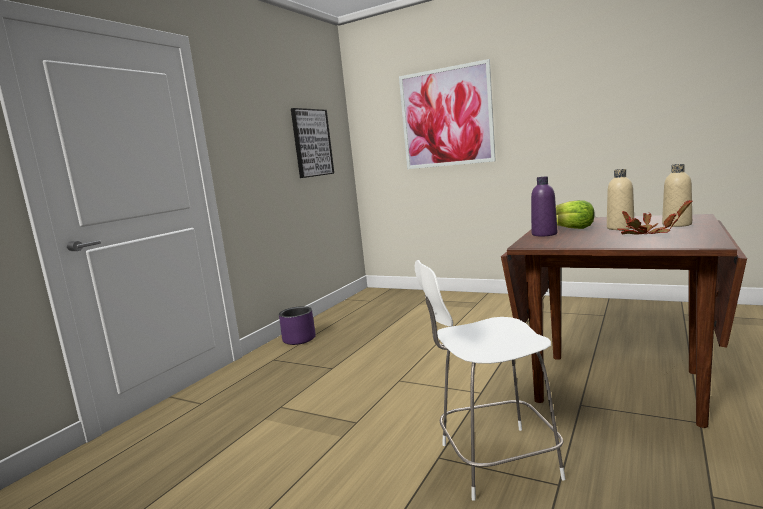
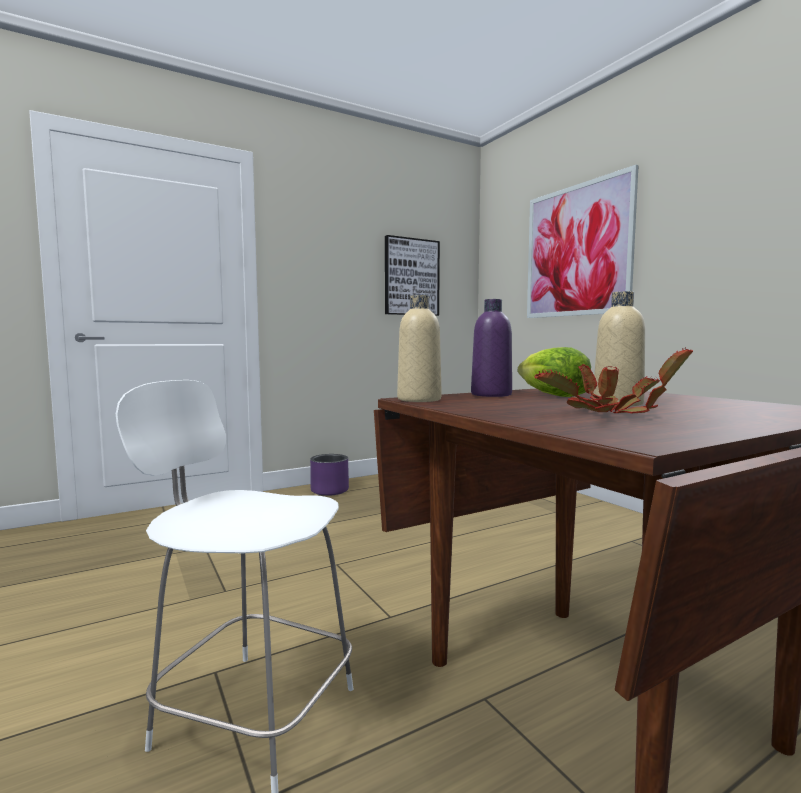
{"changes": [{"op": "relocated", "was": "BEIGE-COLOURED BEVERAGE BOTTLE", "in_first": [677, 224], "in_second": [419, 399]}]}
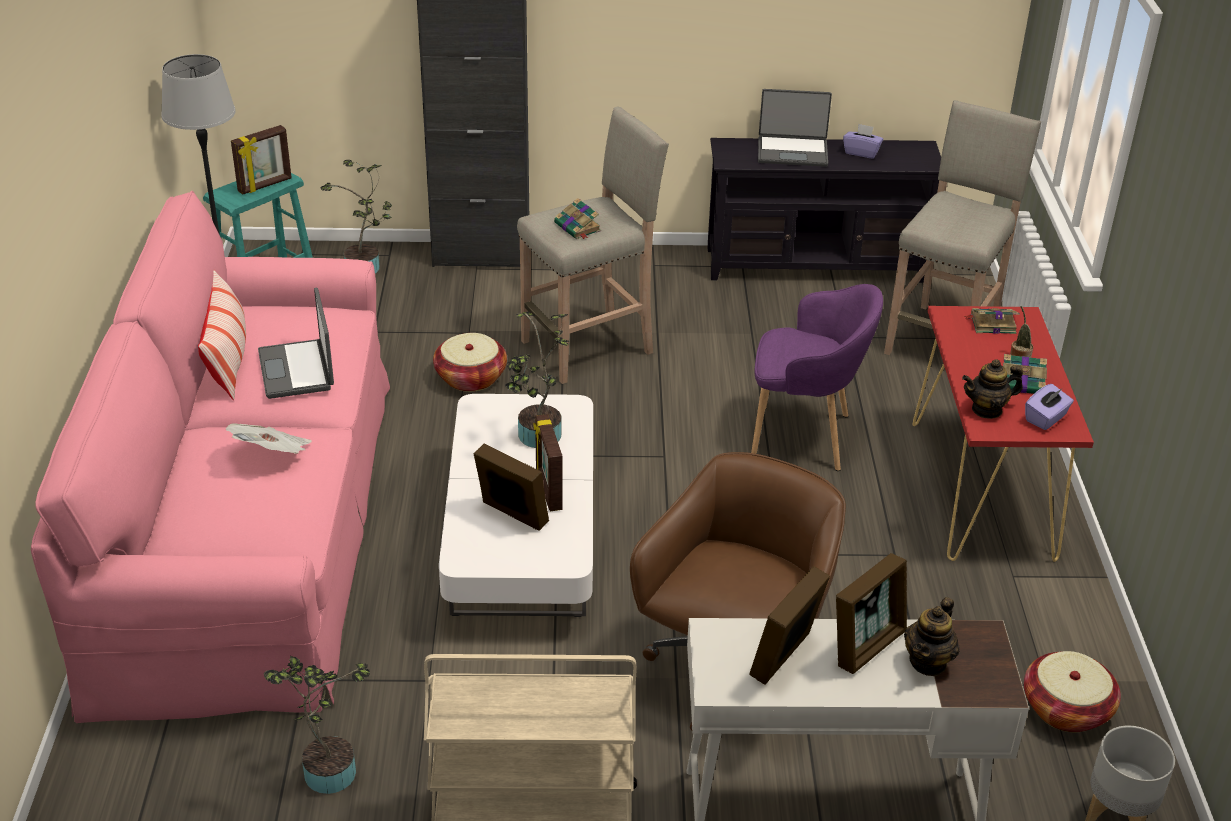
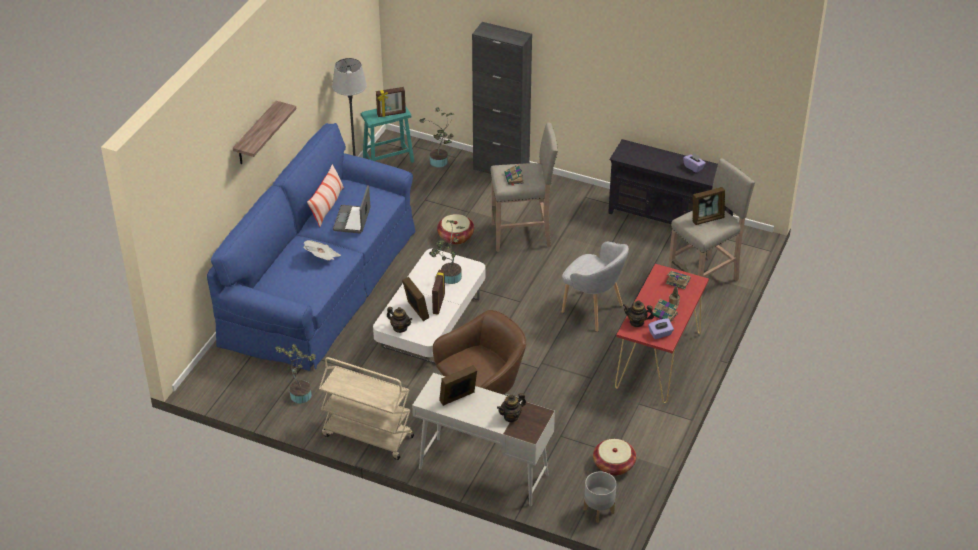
{"changes": [{"op": "missing", "was": "LAPTOP", "in_first": [792, 152]}, {"op": "appeared", "now": "WALL SHELF", "in_second": [255, 134]}, {"op": "appeared", "now": "POT FOR TEA", "in_second": [400, 328]}, {"op": "relocated", "was": "STANDING FRAME", "in_first": [867, 645], "in_second": [707, 218]}, {"op": "colour", "was": "PINK-COLOURED COUCH", "now": "BLUISH COUCH", "in_first": [251, 528], "in_second": [320, 284]}, {"op": "colour", "was": "PURPLISH EASY CHAIR", "now": "GRAY EASY CHAIR", "in_first": [805, 437], "in_second": [593, 311]}]}
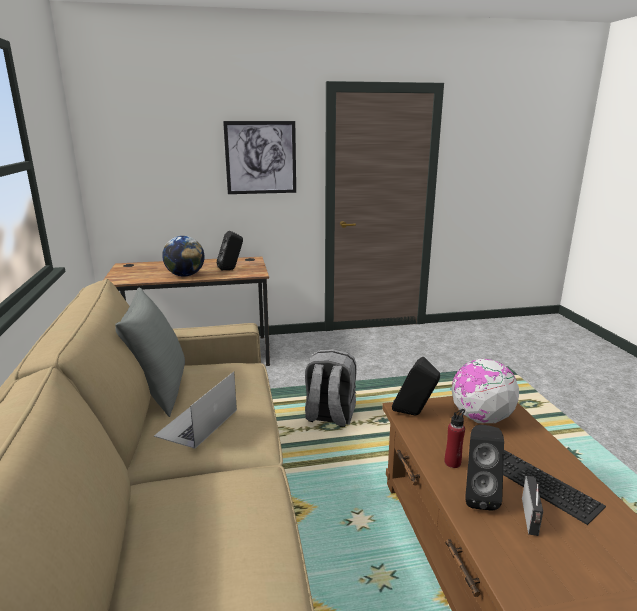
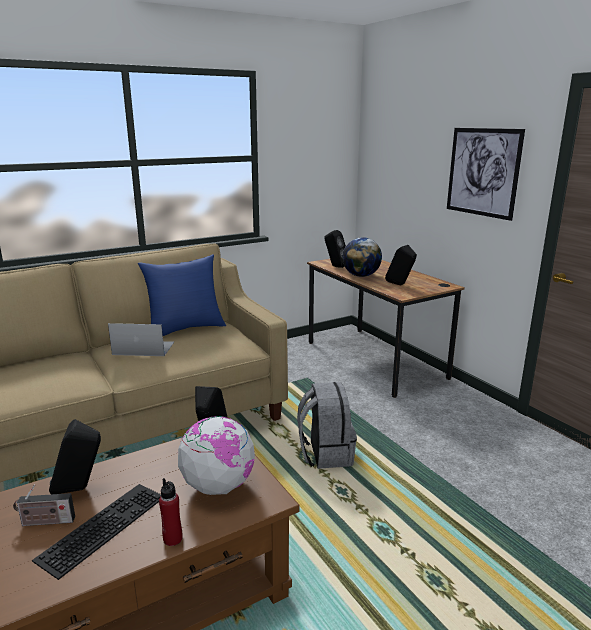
{"changes": [{"op": "appeared", "now": "BLACKISH AUDIO SPEAKER", "in_second": [335, 266]}, {"op": "relocated", "was": "REDDISH BEVERAGE BOTTLE", "in_first": [452, 462], "in_second": [173, 539]}, {"op": "colour", "was": "GRAY THROW PILLOW", "now": "BLUISH THROW PILLOW", "in_first": [159, 391], "in_second": [185, 329]}]}
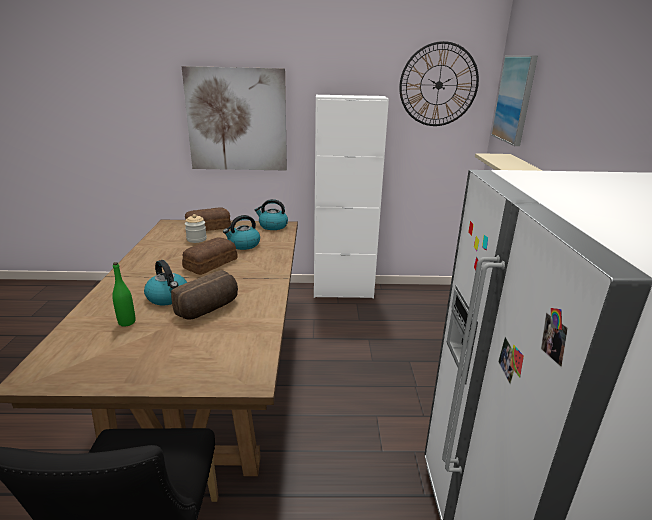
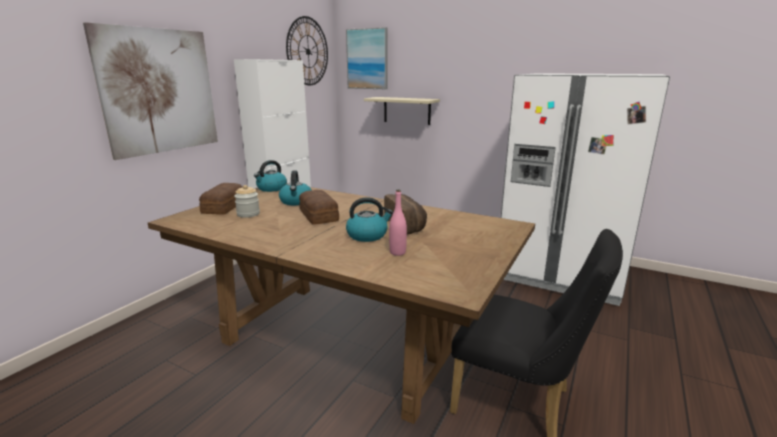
{"changes": [{"op": "colour", "was": "GREEN BEVERAGE BOTTLE", "now": "PINK-COLOURED BEVERAGE BOTTLE", "in_first": [127, 322], "in_second": [397, 252]}]}
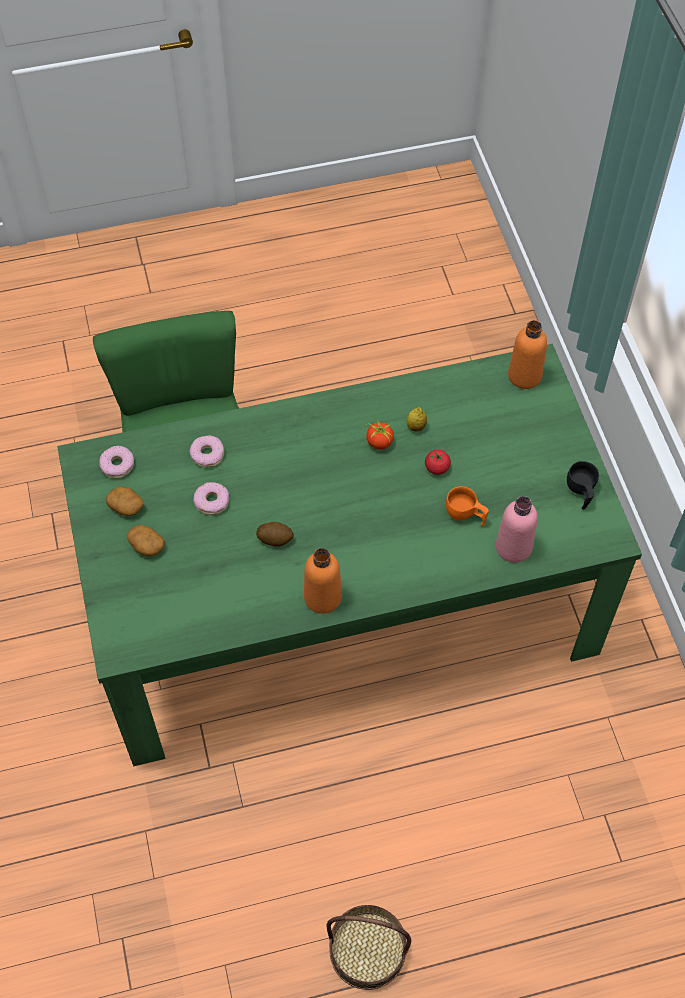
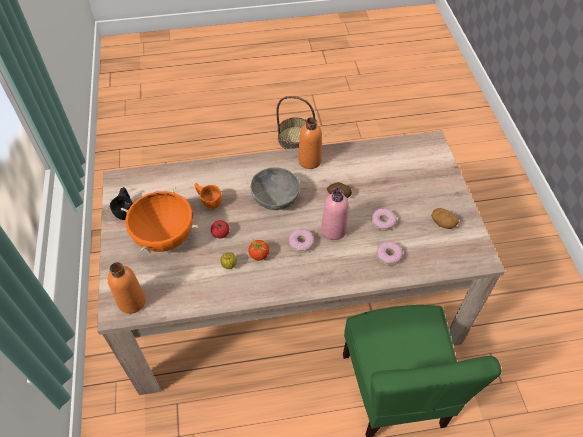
{"changes": [{"op": "missing", "was": "SPUD", "in_first": [146, 546]}, {"op": "appeared", "now": "ORANGE SAUCEPOT", "in_second": [165, 237]}, {"op": "appeared", "now": "GRAY SERVING BOWL", "in_second": [275, 198]}, {"op": "relocated", "was": "RING DOUGHNUT", "in_first": [117, 465], "in_second": [301, 243]}, {"op": "relocated", "was": "PINK-COLOURED BEVERAGE BOTTLE", "in_first": [513, 547], "in_second": [334, 230]}, {"op": "colour", "was": "GREEN KITCHEN TABLE", "now": "BEIGE-COLOURED KITCHEN TABLE", "in_first": [342, 605], "in_second": [291, 297]}]}
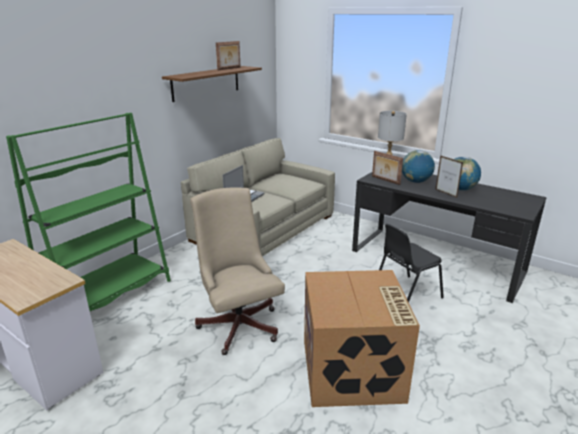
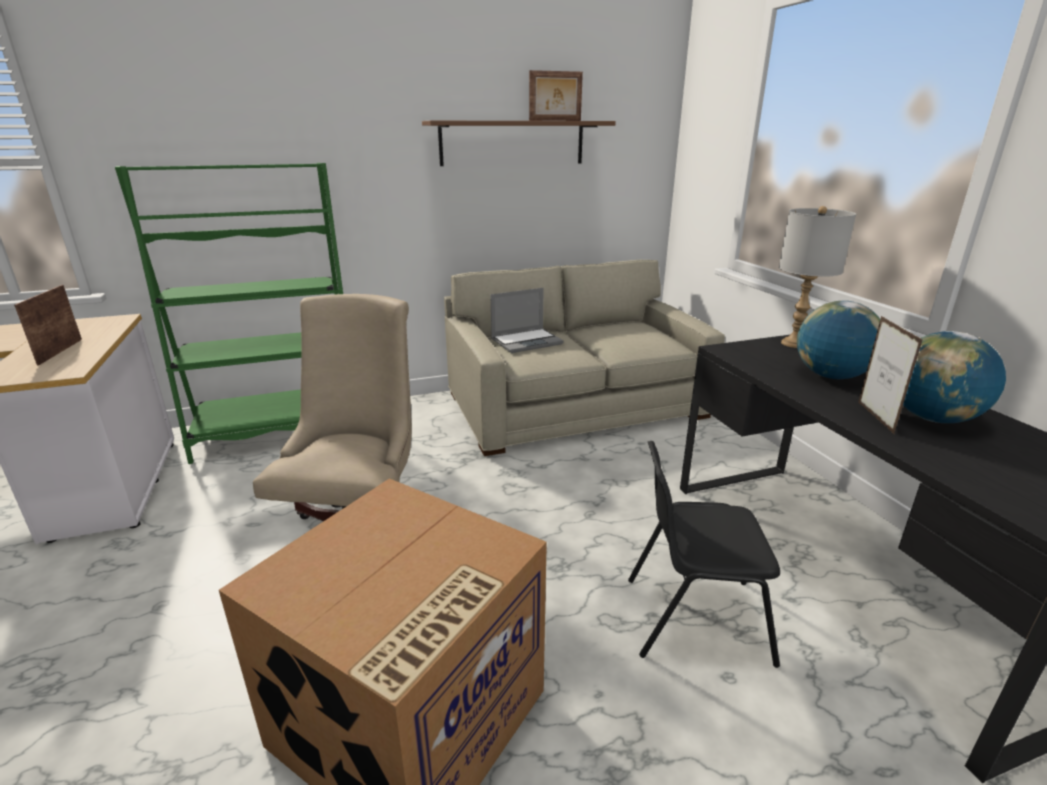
{"changes": [{"op": "relocated", "was": "STANDING FRAME", "in_first": [385, 180], "in_second": [59, 351]}]}
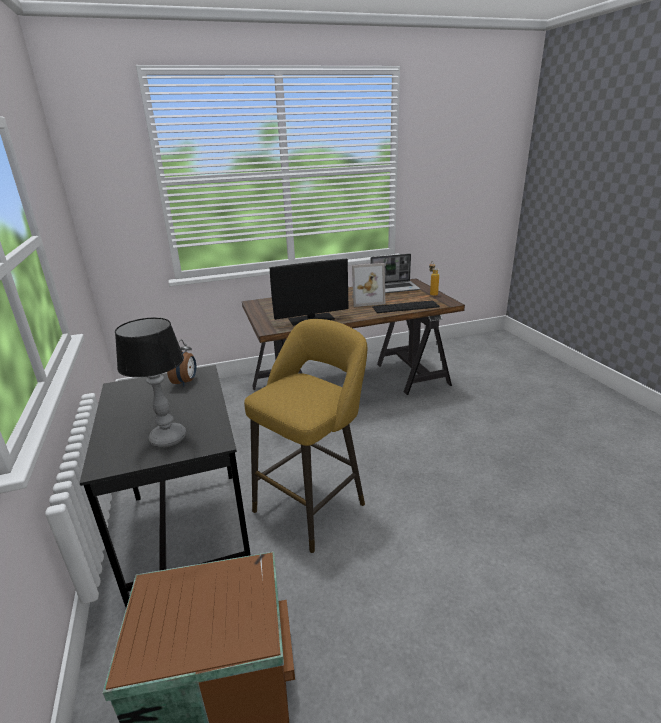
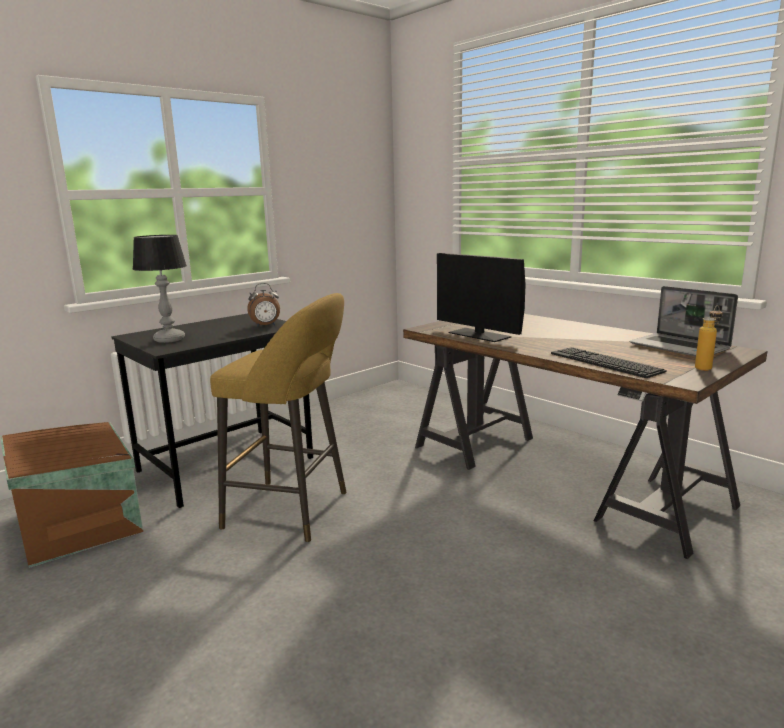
{"changes": [{"op": "missing", "was": "STANDING FRAME", "in_first": [366, 300]}]}
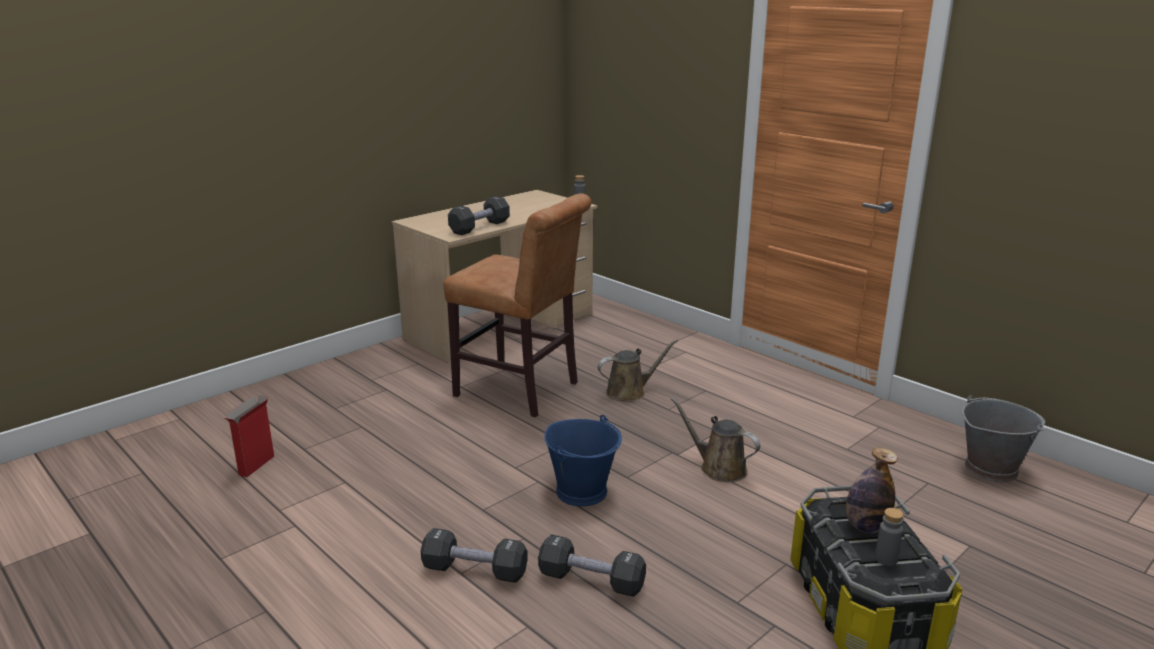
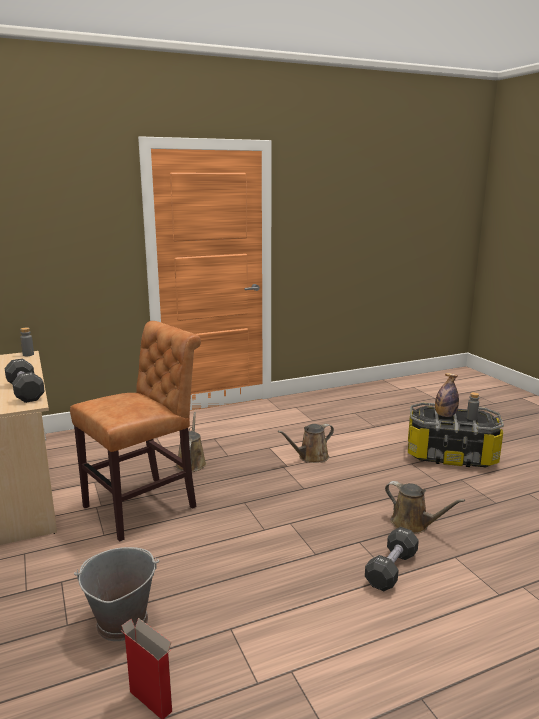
{"changes": [{"op": "missing", "was": "BLUISH BUCKET", "in_first": [582, 491]}, {"op": "relocated", "was": "GRAY BUCKET", "in_first": [990, 468], "in_second": [121, 622]}, {"op": "exchanged", "was": "BLACKISH DUMBBELL", "now": "BROWNISH WATERING CAN", "in_first": [591, 580], "in_second": [413, 524]}]}
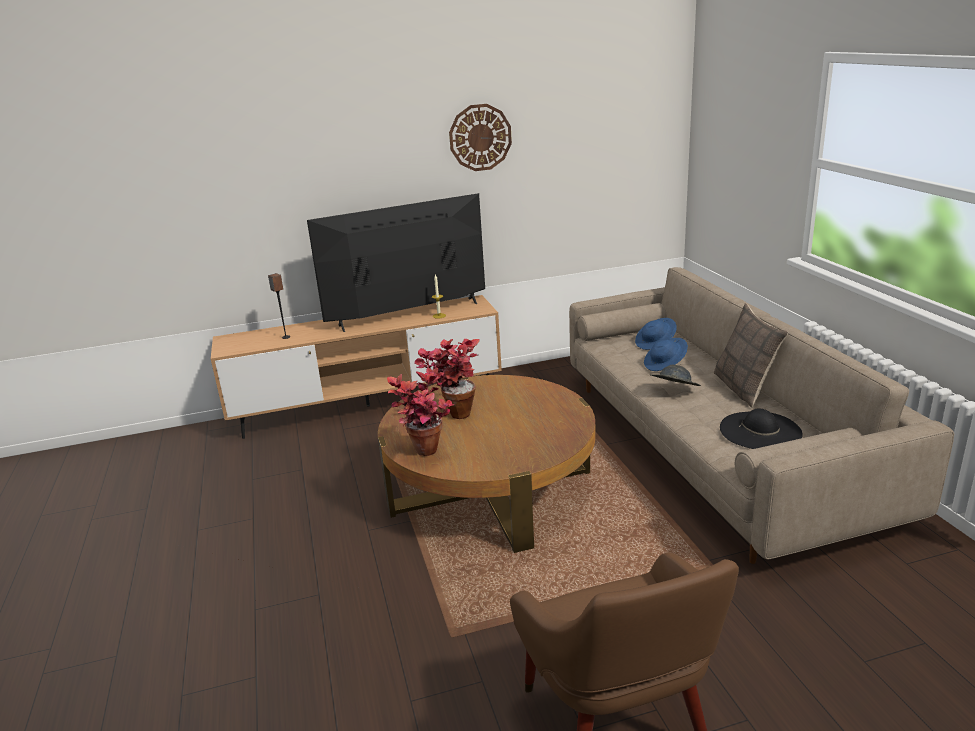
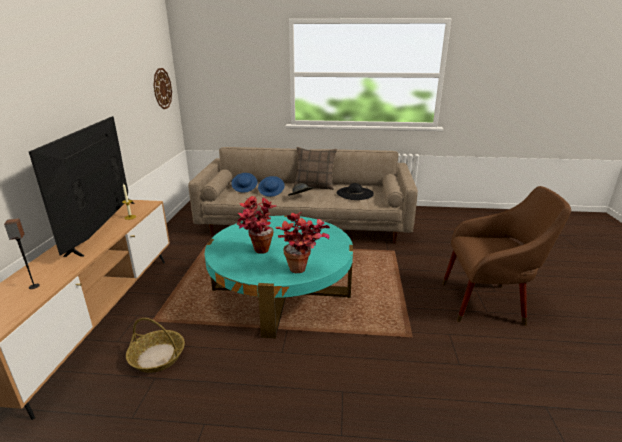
{"changes": [{"op": "appeared", "now": "HOUSEHOLD BASKET", "in_second": [157, 357]}, {"op": "relocated", "was": "CLOCK ON THE WALL", "in_first": [480, 137], "in_second": [162, 88]}, {"op": "colour", "was": "BROWNISH LOW TABLE", "now": "TURQUOISE-COLOURED LOW TABLE", "in_first": [491, 490], "in_second": [281, 291]}]}
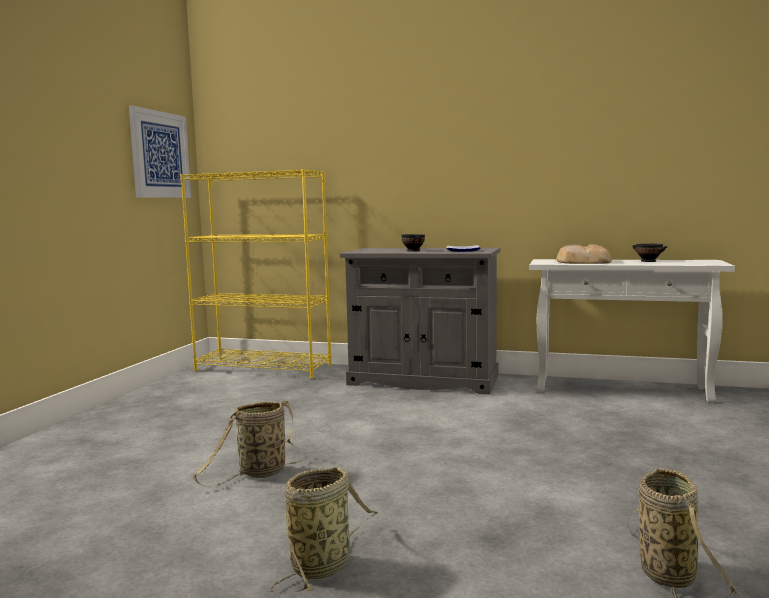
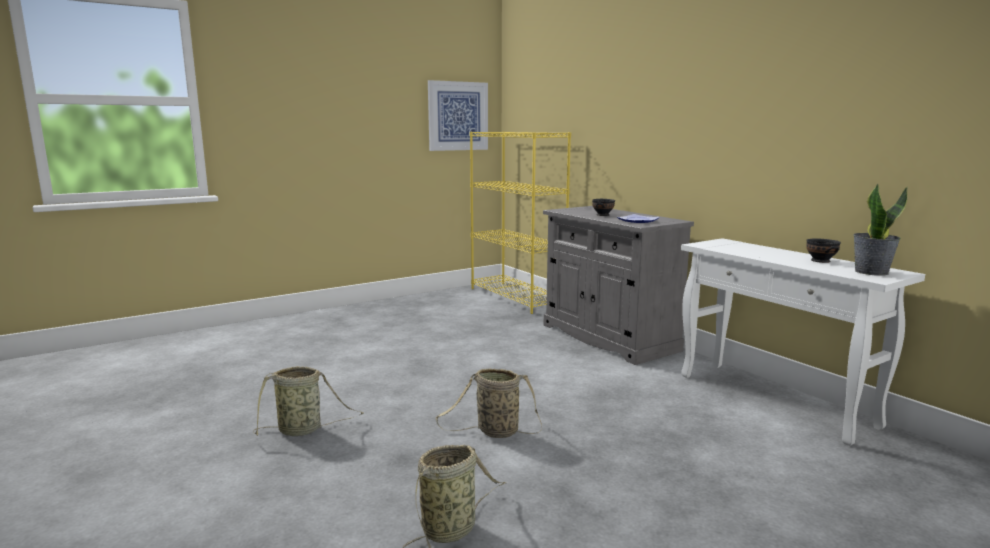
{"changes": [{"op": "missing", "was": "BREAD", "in_first": [582, 261]}, {"op": "appeared", "now": "HOUSEPLANT", "in_second": [870, 272]}, {"op": "relocated", "was": "HOUSEHOLD BASKET", "in_first": [259, 473], "in_second": [494, 432]}]}
